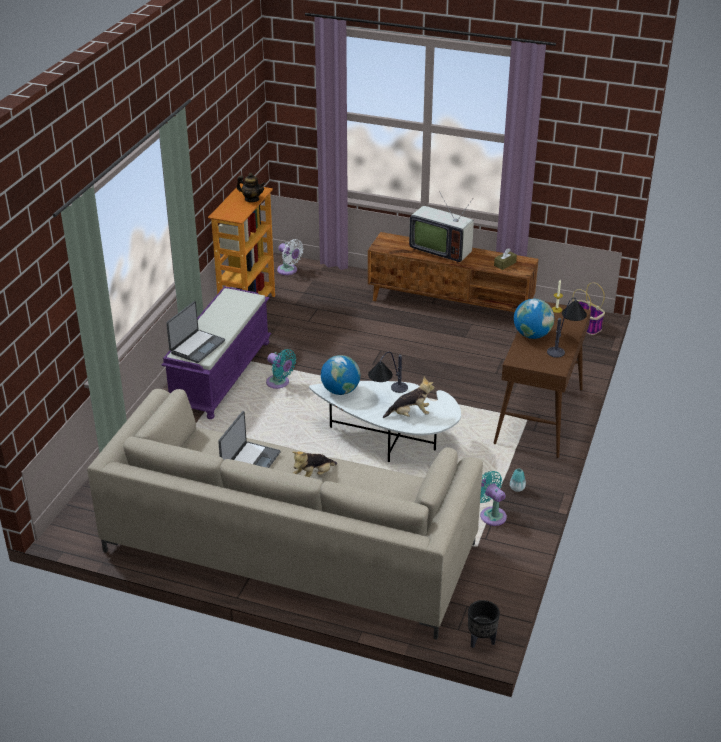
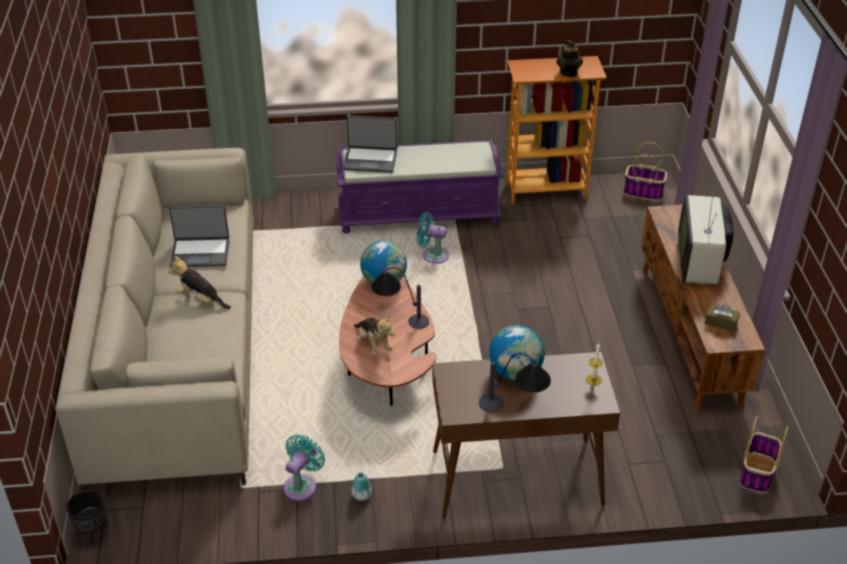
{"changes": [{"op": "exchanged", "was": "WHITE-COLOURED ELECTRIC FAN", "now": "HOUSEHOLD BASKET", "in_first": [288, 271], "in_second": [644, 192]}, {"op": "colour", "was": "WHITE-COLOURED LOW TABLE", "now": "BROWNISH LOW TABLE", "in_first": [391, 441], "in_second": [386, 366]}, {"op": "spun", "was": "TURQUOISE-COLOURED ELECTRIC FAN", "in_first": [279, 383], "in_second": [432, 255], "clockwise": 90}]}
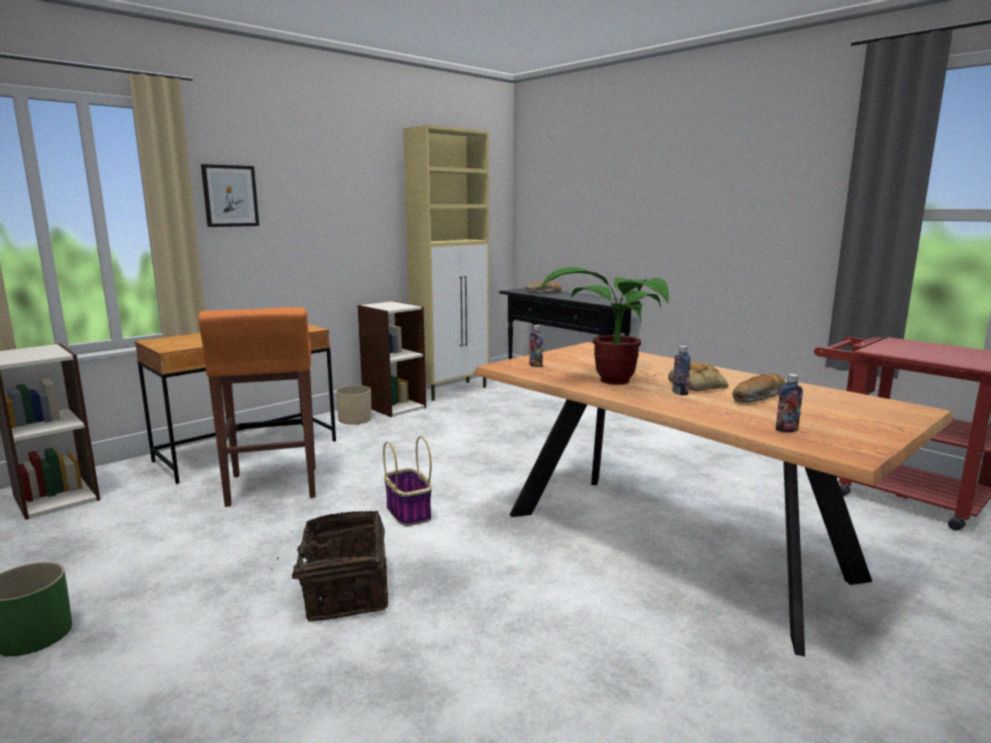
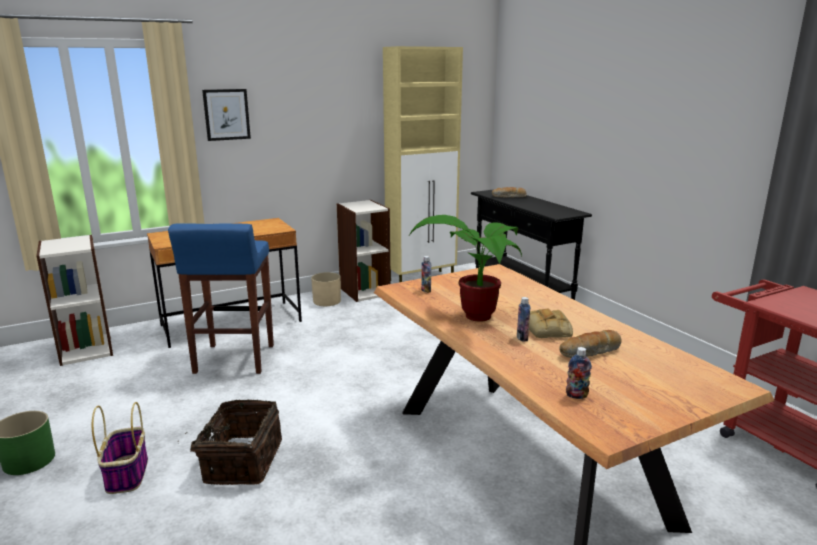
{"changes": [{"op": "relocated", "was": "HOUSEHOLD BASKET", "in_first": [408, 512], "in_second": [127, 474]}, {"op": "colour", "was": "ORANGE STOOL SEAT", "now": "BLUISH STOOL SEAT", "in_first": [272, 487], "in_second": [234, 360]}]}
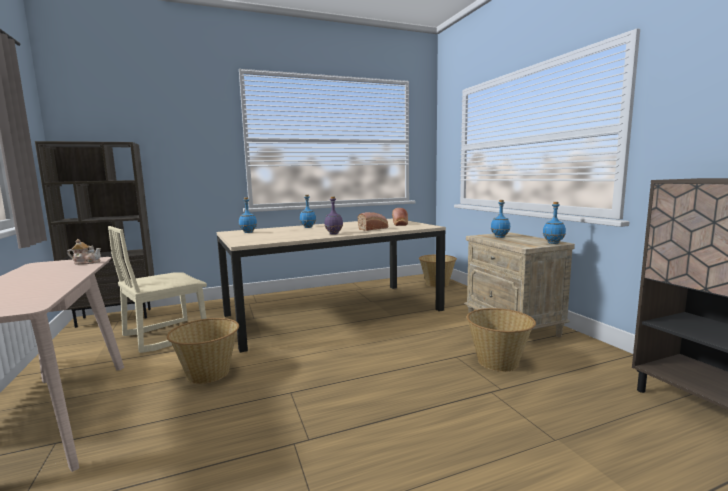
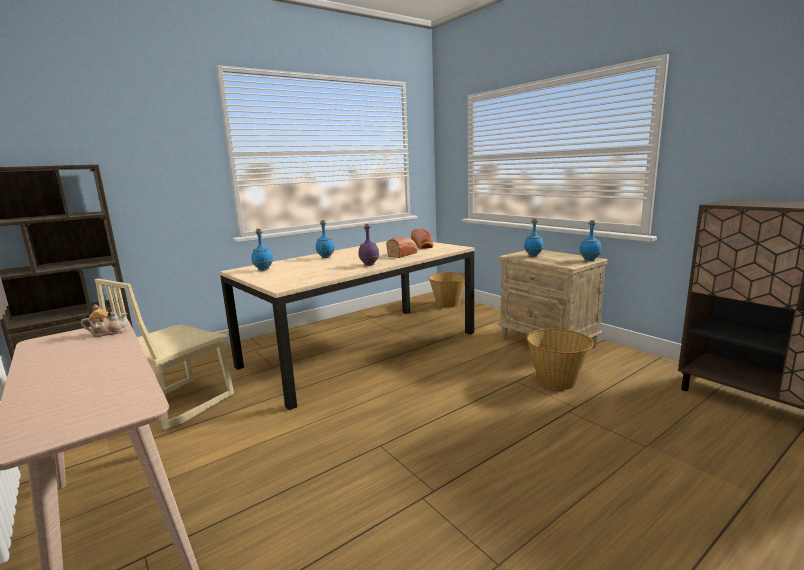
{"changes": [{"op": "missing", "was": "HOUSEHOLD BASKET", "in_first": [208, 374]}]}
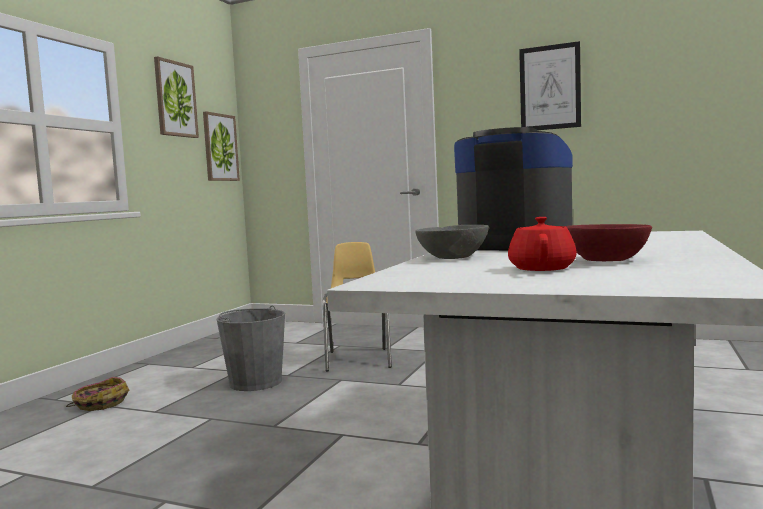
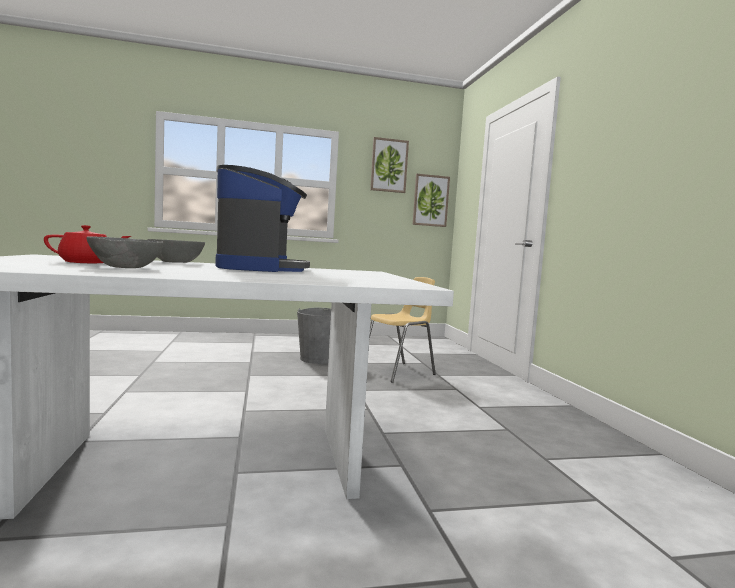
{"changes": [{"op": "missing", "was": "HOUSEHOLD BASKET", "in_first": [100, 404]}, {"op": "missing", "was": "PICTURE", "in_first": [550, 87]}, {"op": "colour", "was": "REDDISH SERVING BOWL", "now": "GRAY SERVING BOWL", "in_first": [606, 260], "in_second": [126, 267]}]}
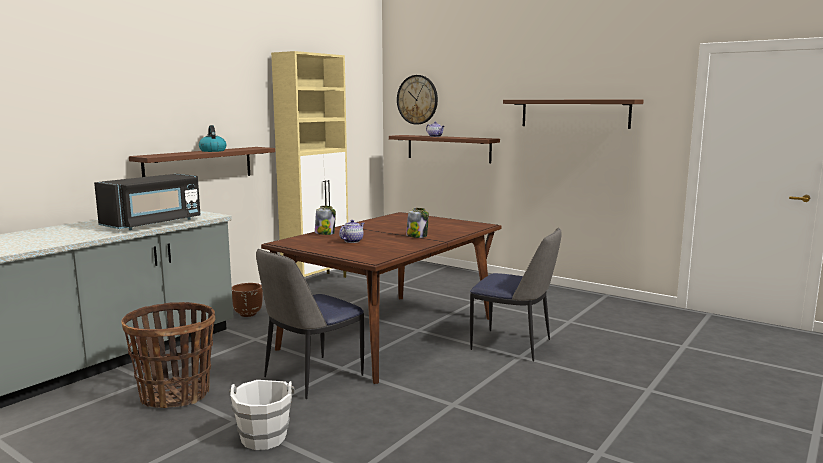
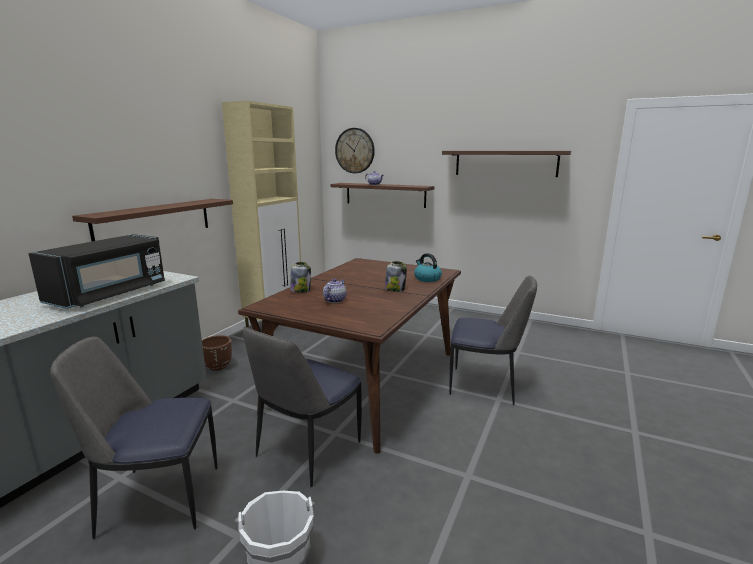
{"changes": [{"op": "relocated", "was": "WATER KETTLE", "in_first": [212, 151], "in_second": [427, 279]}, {"op": "exchanged", "was": "HOUSEHOLD BASKET", "now": "CHAIR", "in_first": [175, 395], "in_second": [157, 499]}]}
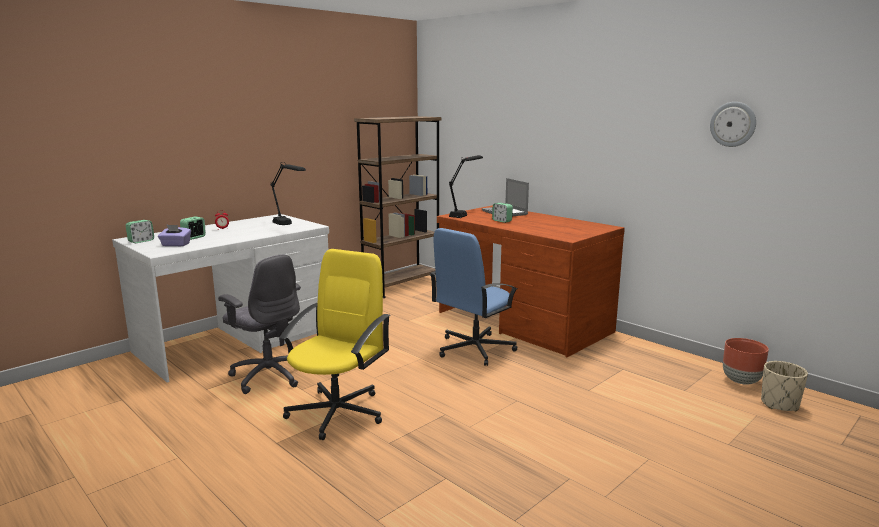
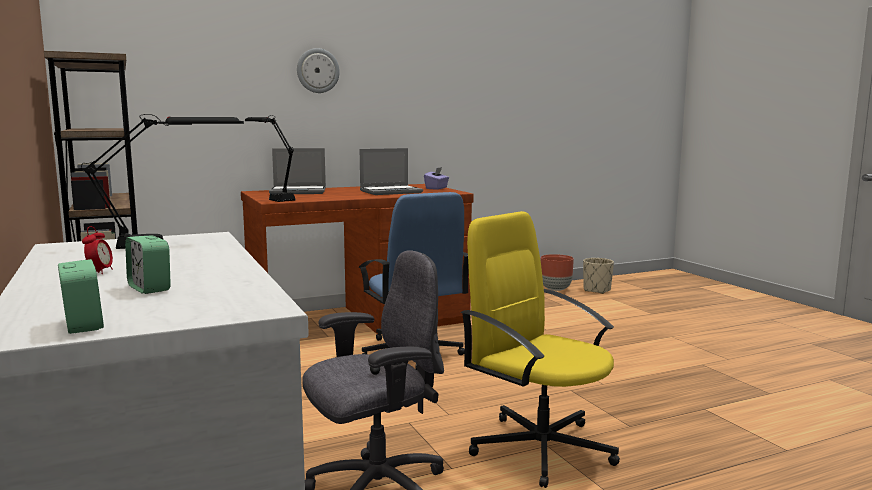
{"changes": [{"op": "missing", "was": "TABLE CLOCK", "in_first": [502, 221]}, {"op": "appeared", "now": "LAPTOP", "in_second": [391, 192]}, {"op": "relocated", "was": "PURPLISH TISSUE BOX", "in_first": [175, 245], "in_second": [436, 188]}, {"op": "relocated", "was": "CLOCK ON THE WALL", "in_first": [733, 124], "in_second": [318, 70]}]}
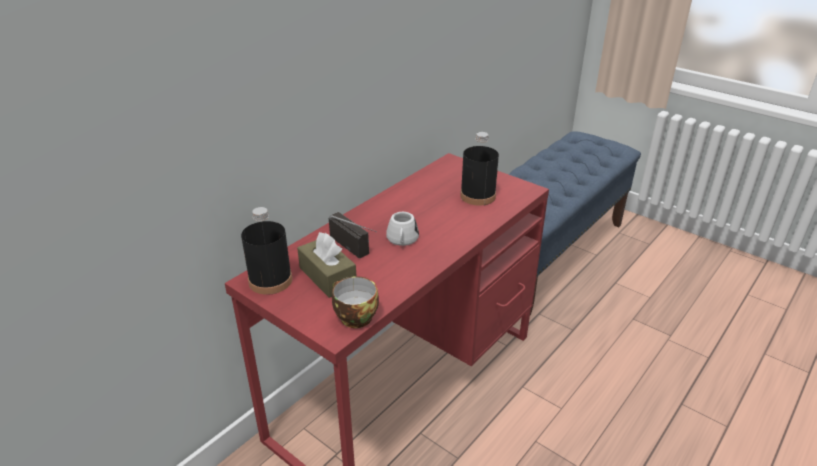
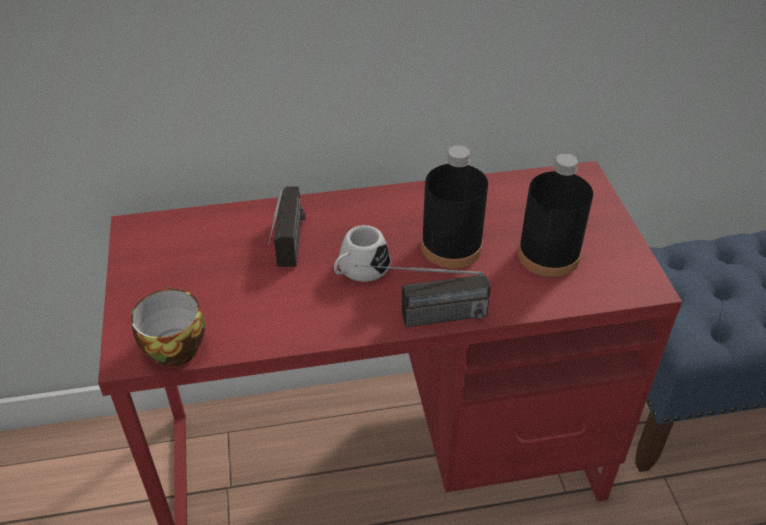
{"changes": [{"op": "missing", "was": "BROWNISH TISSUE BOX", "in_first": [327, 276]}, {"op": "appeared", "now": "RADIO", "in_second": [422, 319]}, {"op": "relocated", "was": "BLACKISH BEVERAGE BOTTLE", "in_first": [270, 280], "in_second": [451, 247]}]}
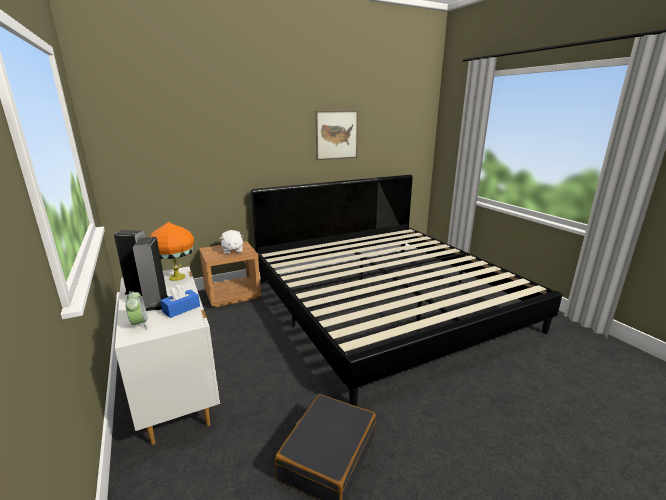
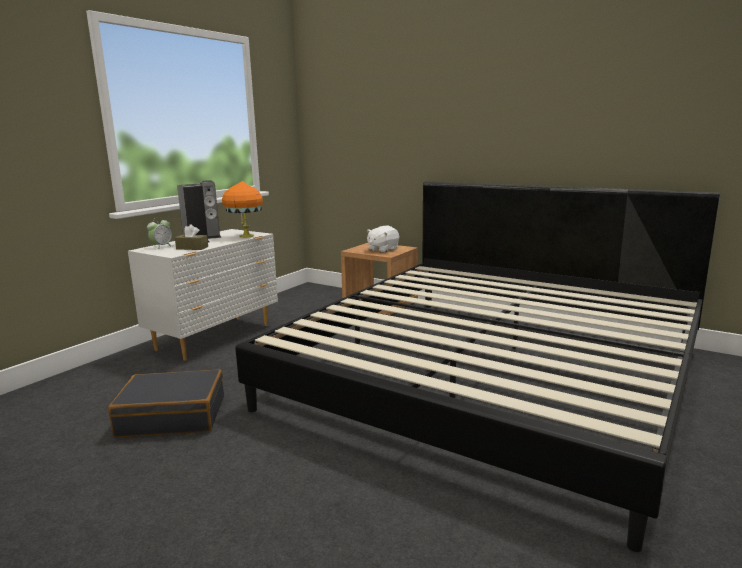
{"changes": [{"op": "missing", "was": "PICTURE", "in_first": [337, 135]}, {"op": "colour", "was": "BLUISH TISSUE BOX", "now": "BROWNISH TISSUE BOX", "in_first": [181, 309], "in_second": [192, 248]}]}
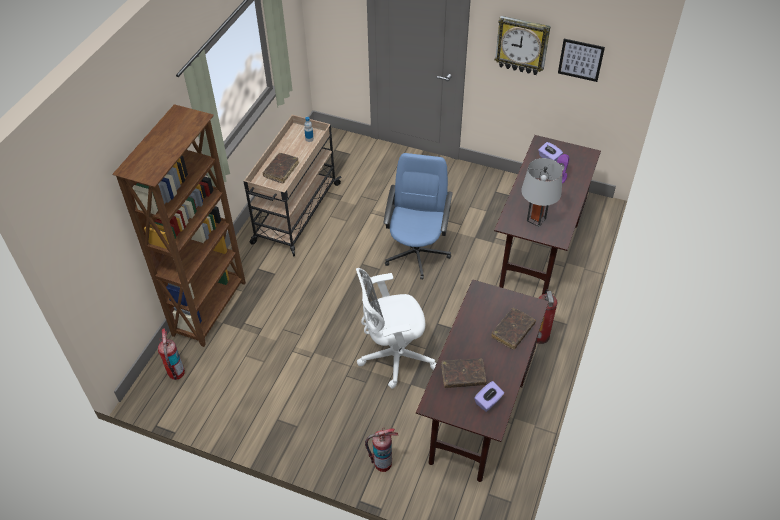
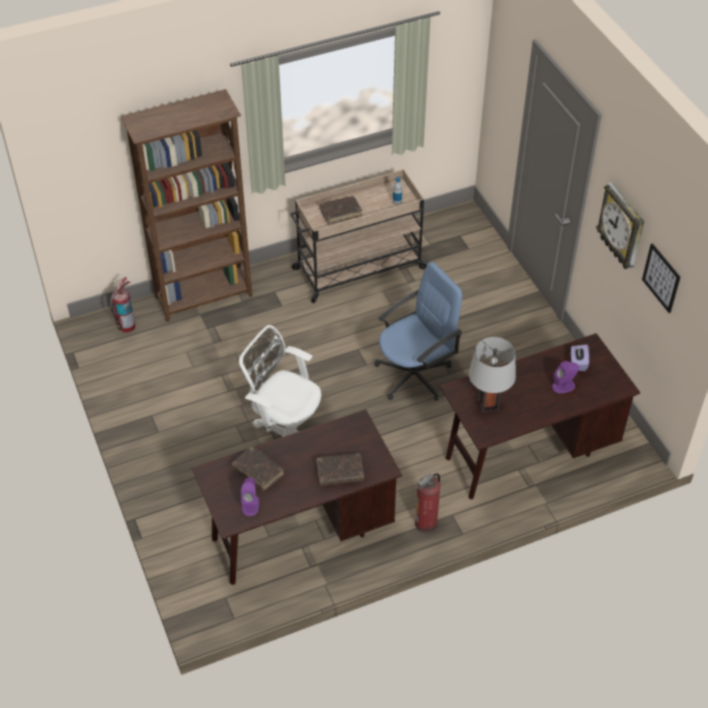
{"changes": [{"op": "missing", "was": "EXTINGUISHER", "in_first": [382, 463]}, {"op": "exchanged", "was": "PURPLISH TISSUE BOX", "now": "PURPLISH AUDIO SPEAKER", "in_first": [488, 401], "in_second": [250, 505]}]}
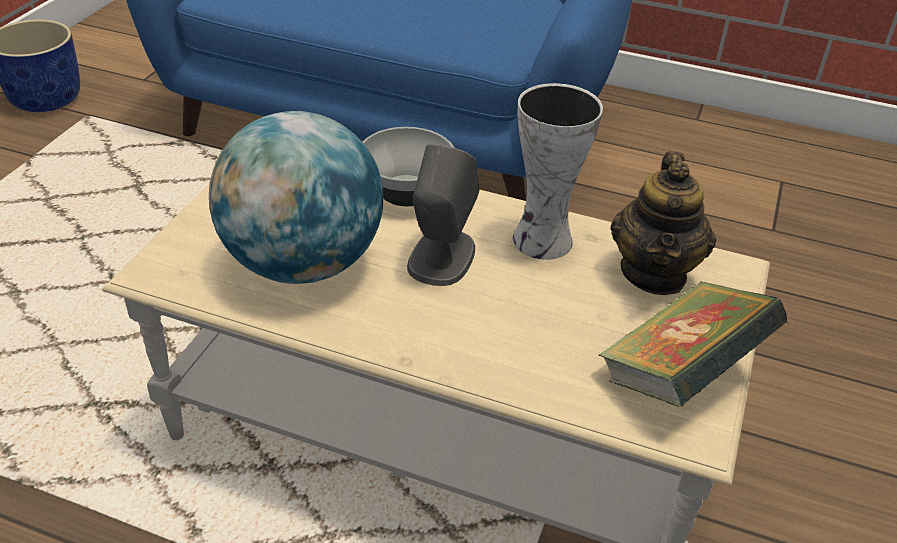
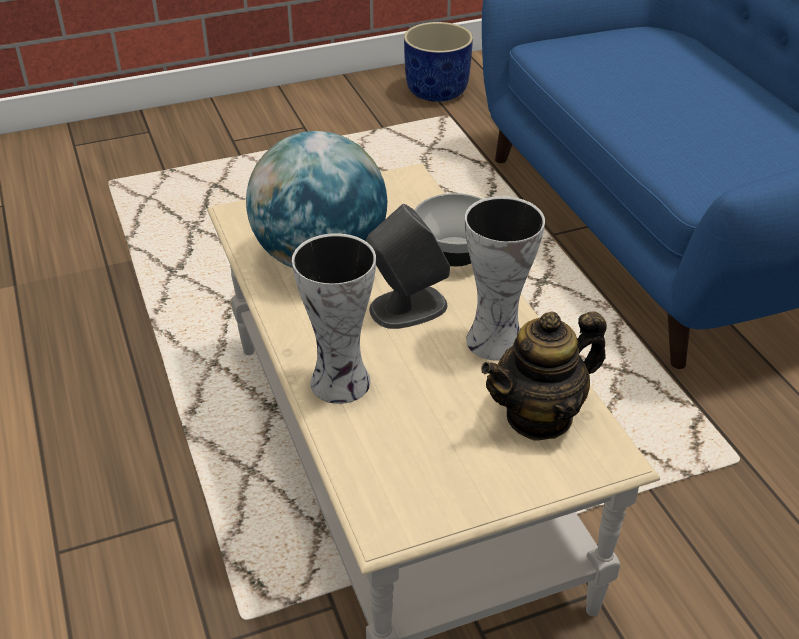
{"changes": [{"op": "missing", "was": "BOOK", "in_first": [680, 375]}, {"op": "appeared", "now": "FLOWER VASE", "in_second": [340, 384]}]}
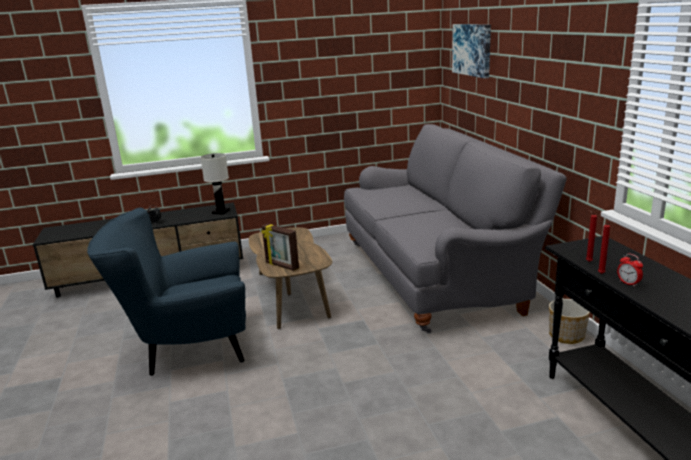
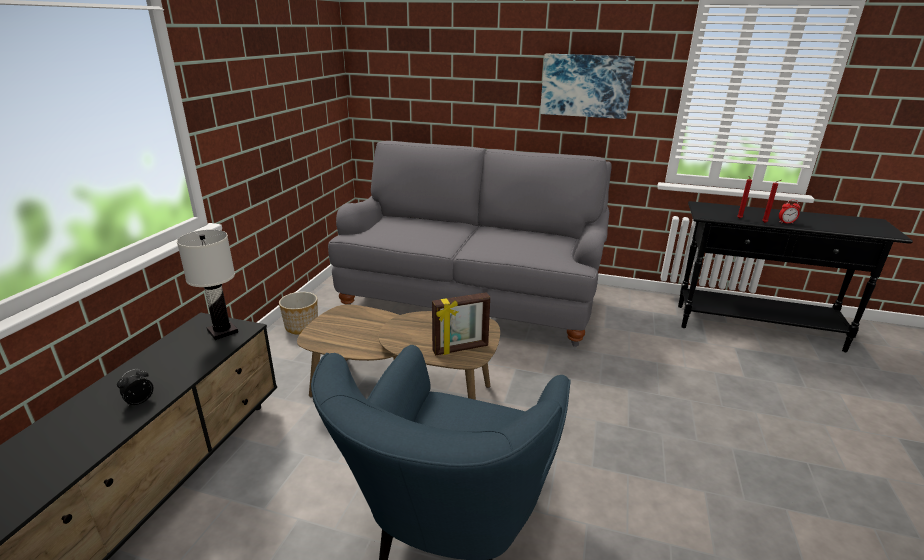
{"changes": [{"op": "relocated", "was": "PICTURE", "in_first": [472, 49], "in_second": [586, 85]}, {"op": "relocated", "was": "PLANTER", "in_first": [567, 336], "in_second": [302, 326]}]}
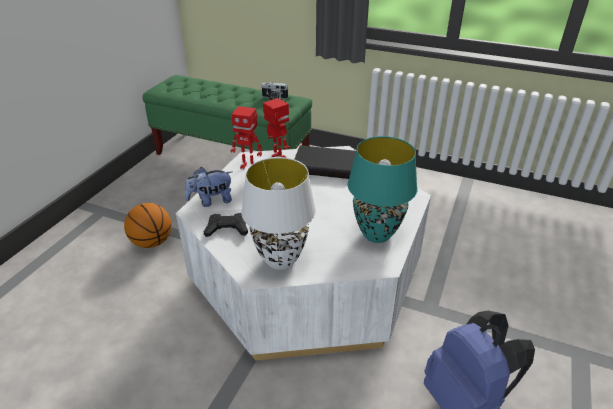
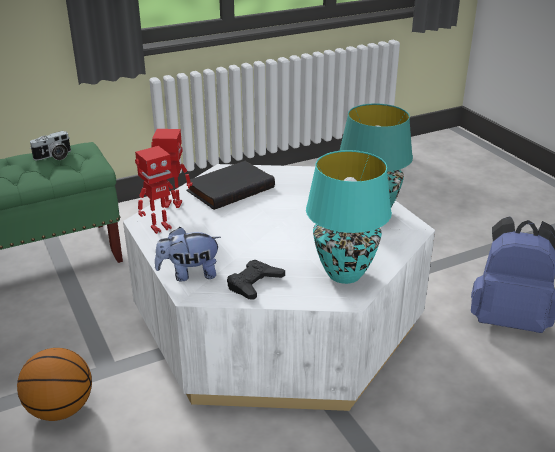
{"changes": [{"op": "colour", "was": "WHITE-COLOURED LAMP FOR A TABLE", "now": "TURQUOISE-COLOURED LAMP FOR A TABLE", "in_first": [279, 260], "in_second": [344, 274]}, {"op": "spun", "was": "CUDDLY TOY", "in_first": [211, 201], "in_second": [189, 274], "clockwise": 60}]}
